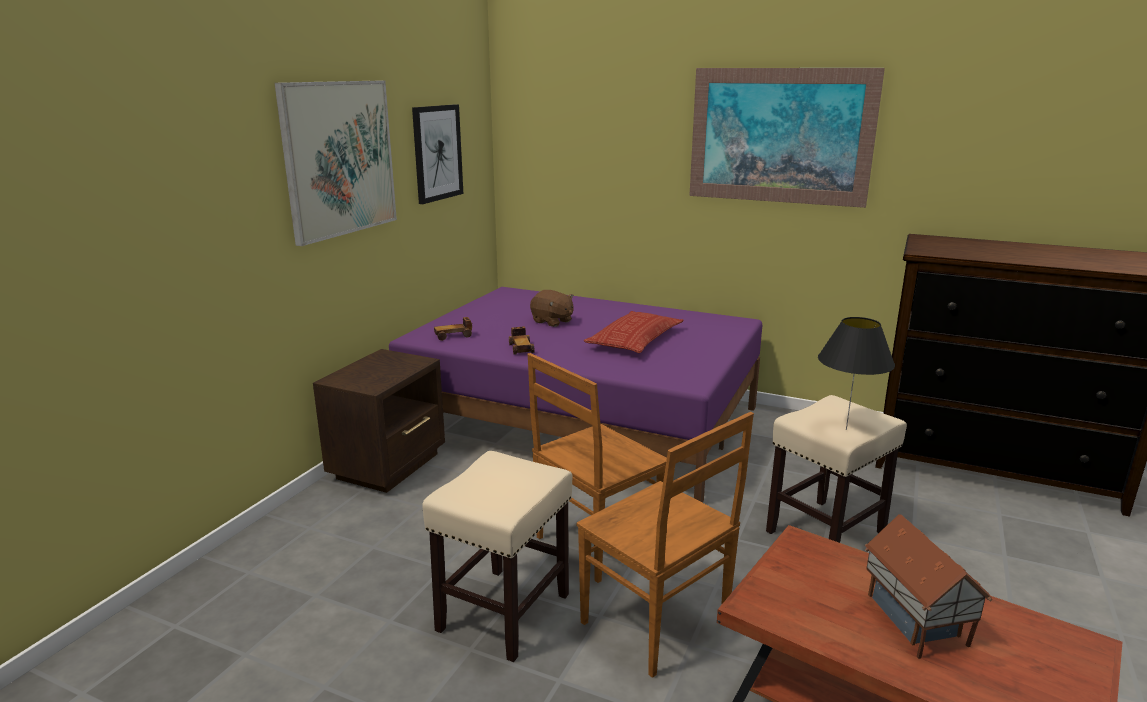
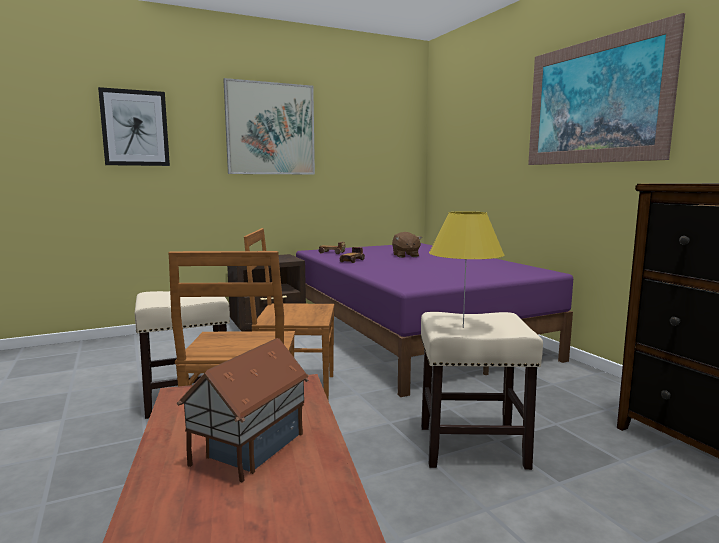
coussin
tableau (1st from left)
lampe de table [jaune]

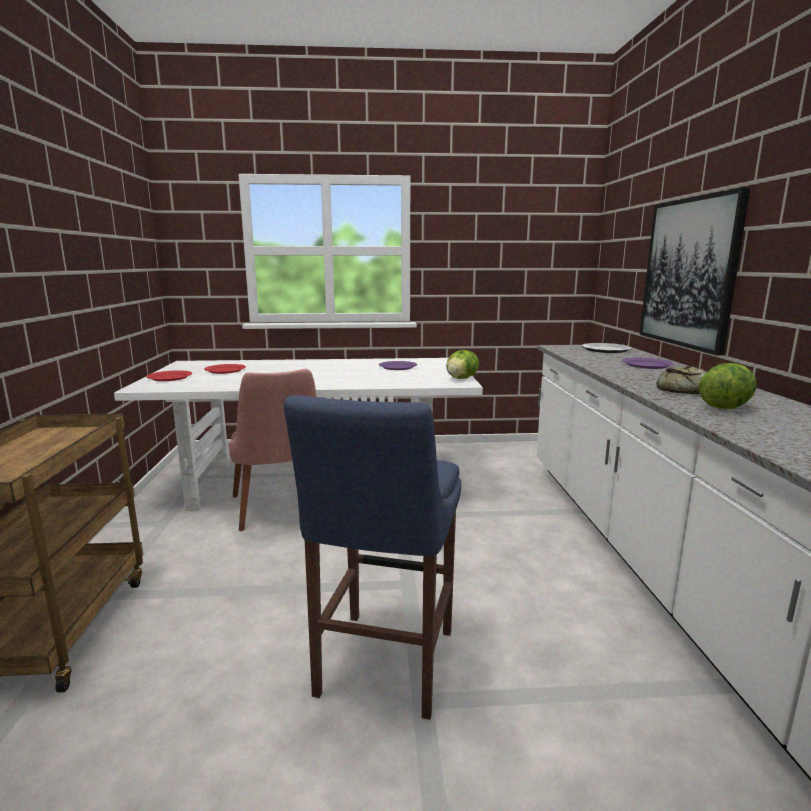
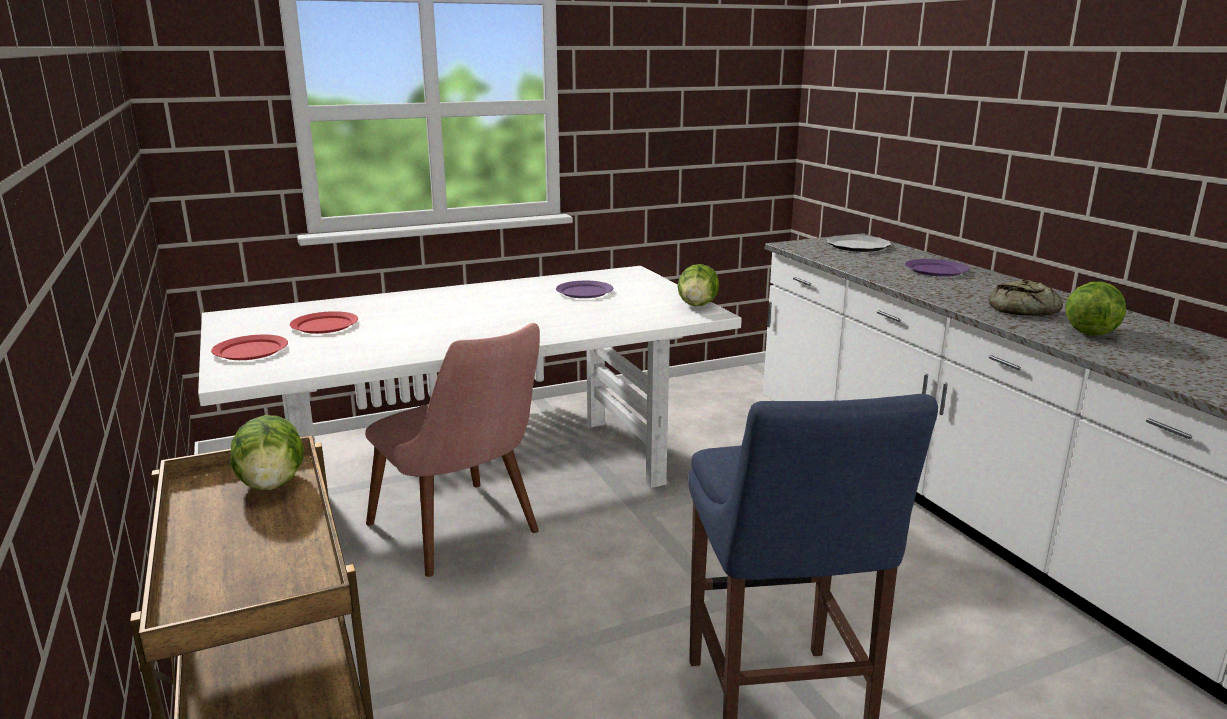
tableau
laitue (1st from left)

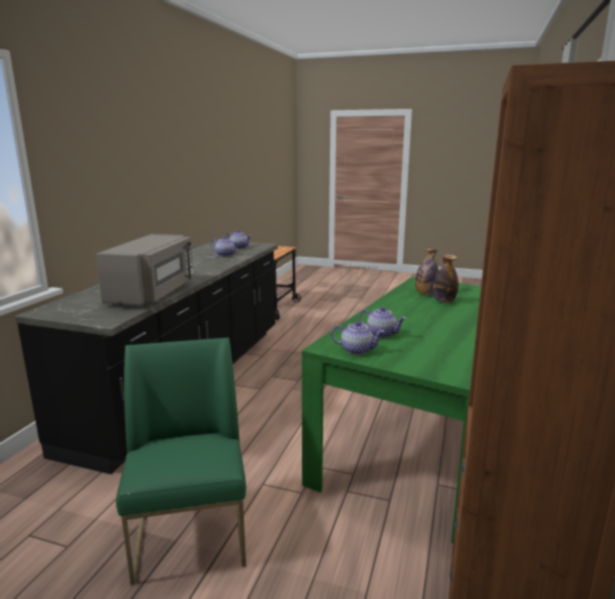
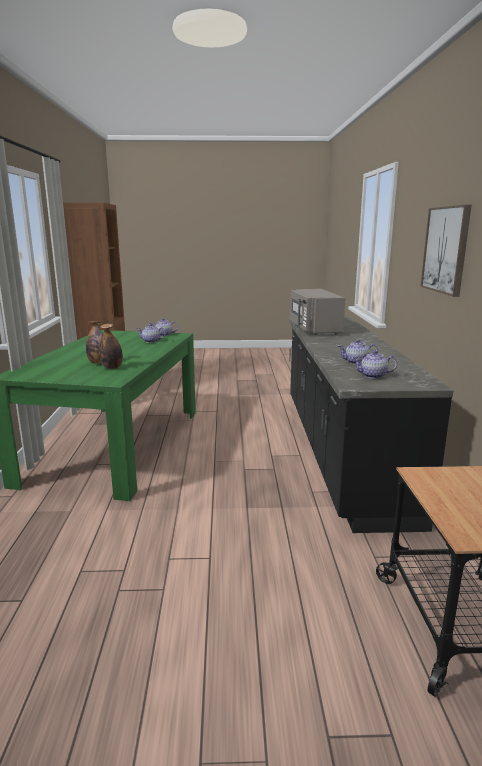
chaise [vert]
tableau

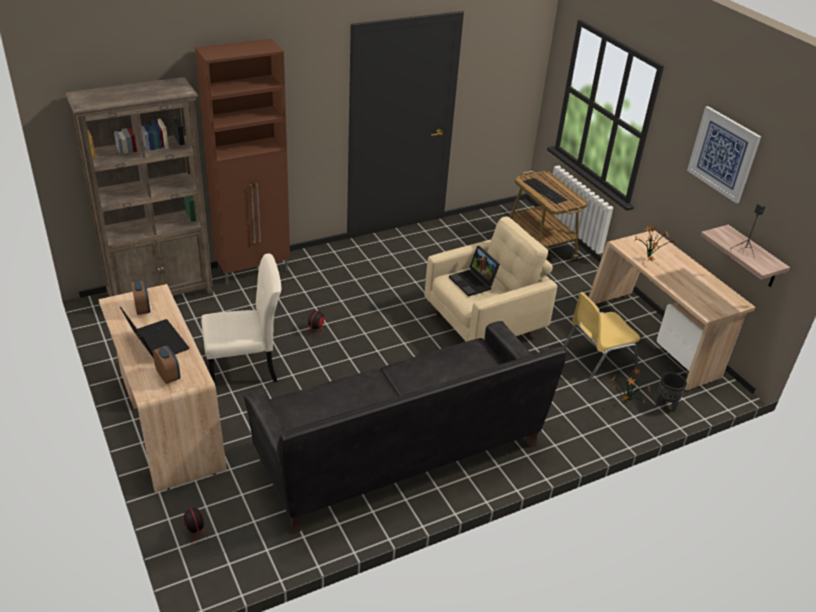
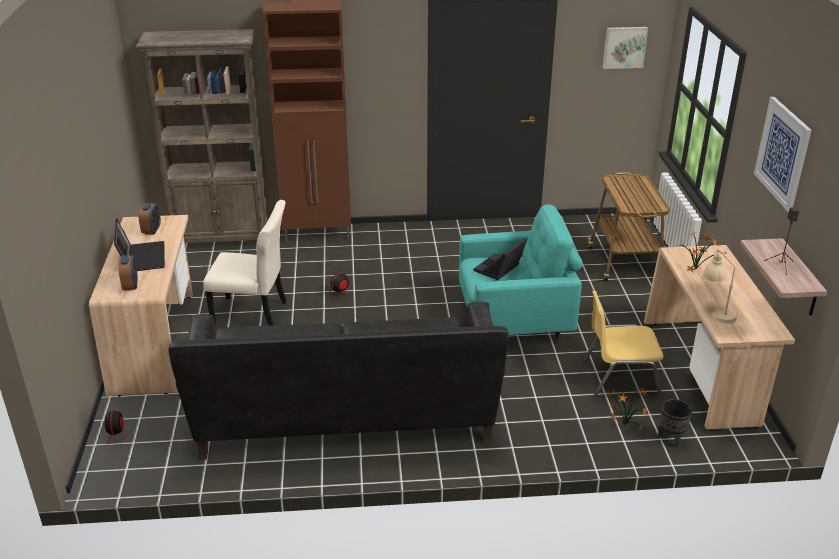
clavier
tableau (1st from left)
lampe de table [beige]
fauteuil [turquoise]
ordinateur portable (2nd from left)

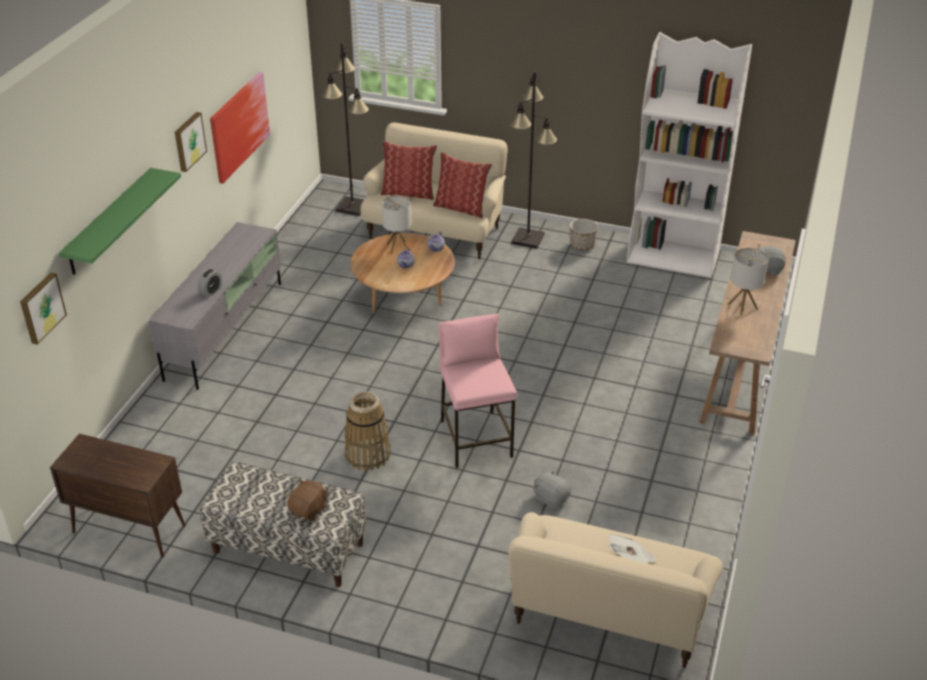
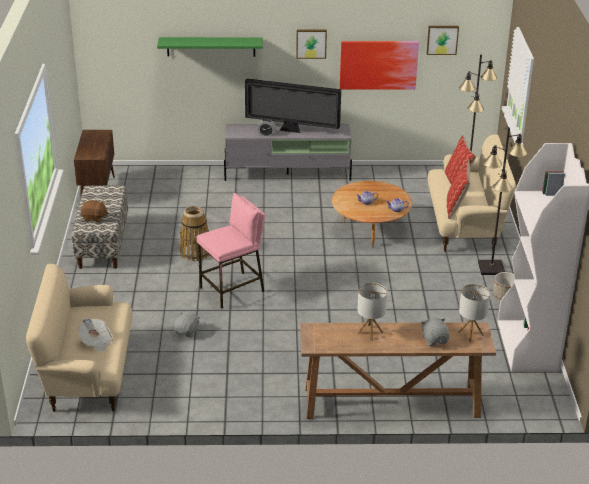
téléviseur
tableau (3rd from left)
lampe de table (2nd from left)

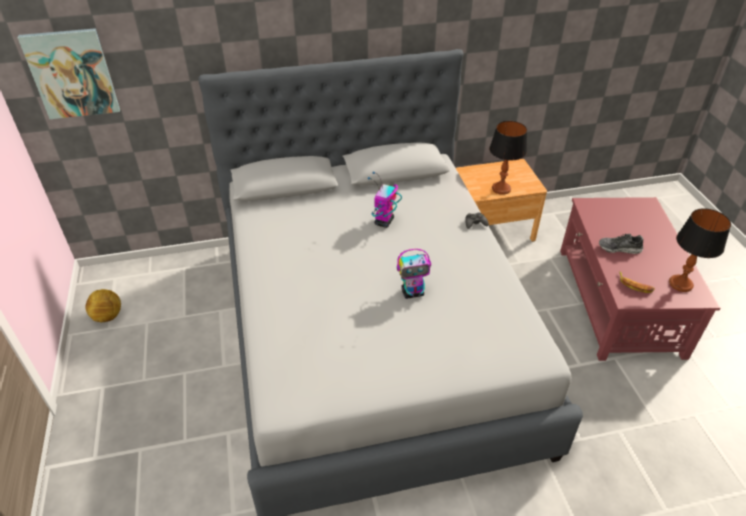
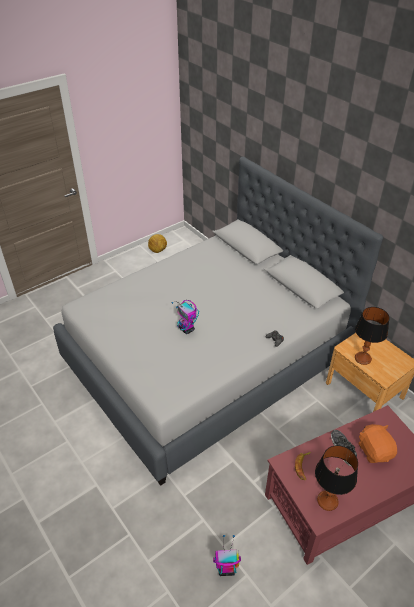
tableau
peluche [orange]
robot jouet (2nd from left)

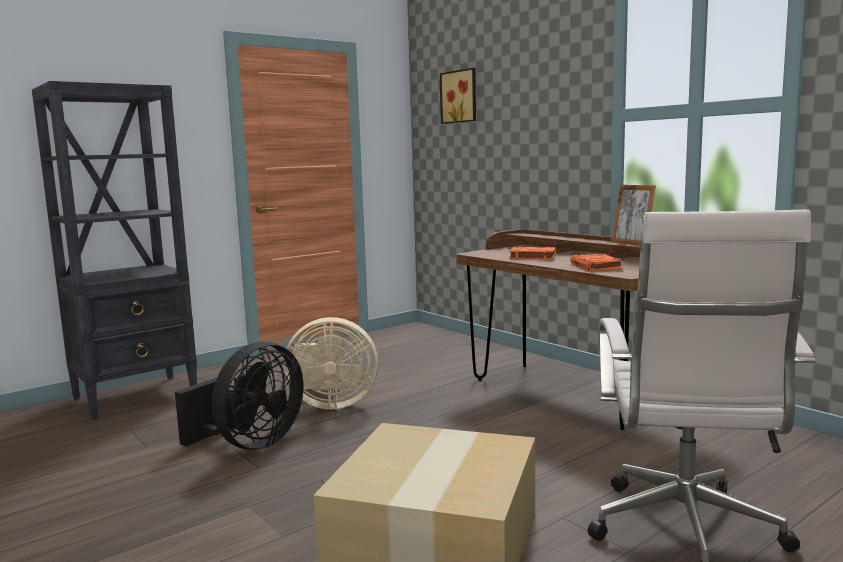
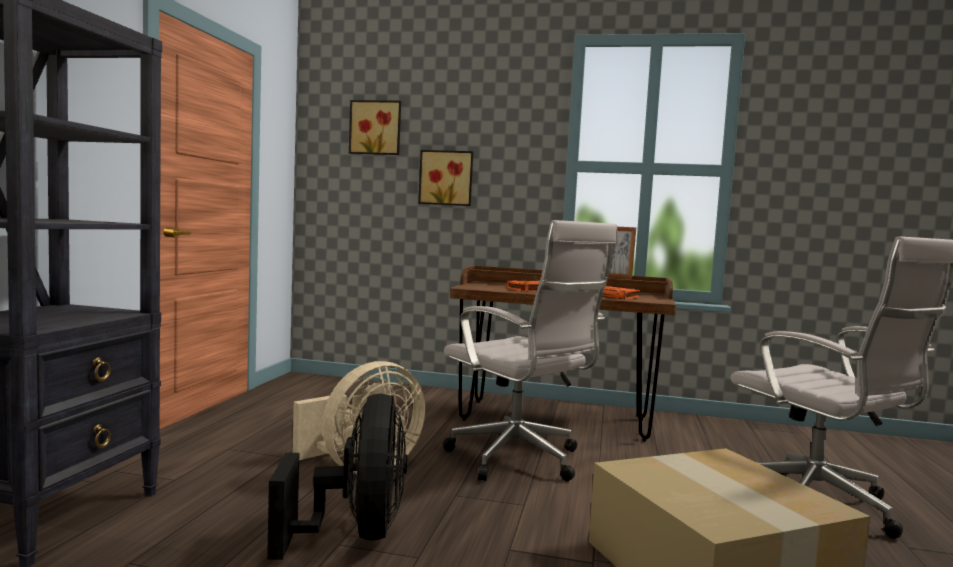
tableau (2nd from left)
chaise de bureau [blanc] (1st from left)

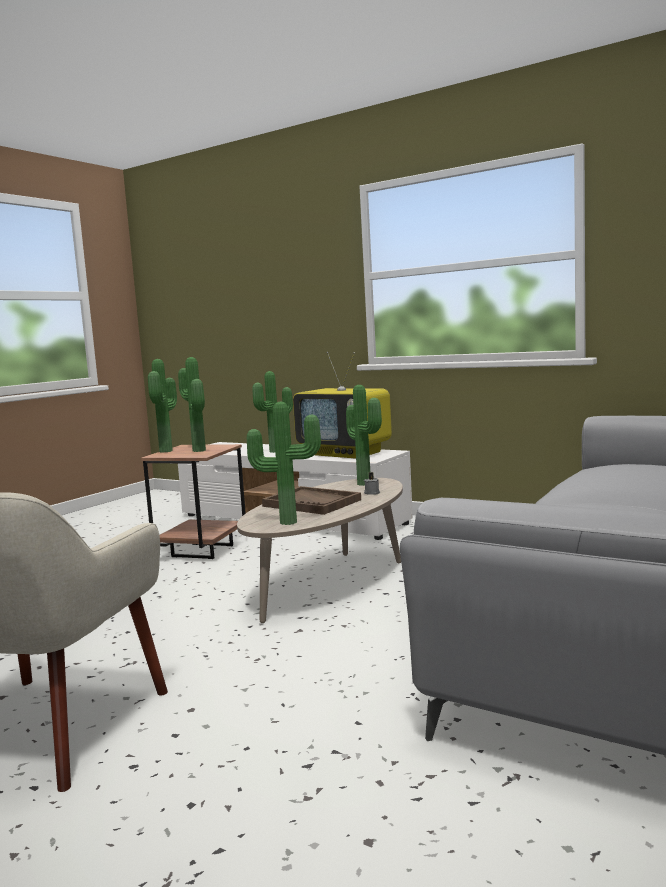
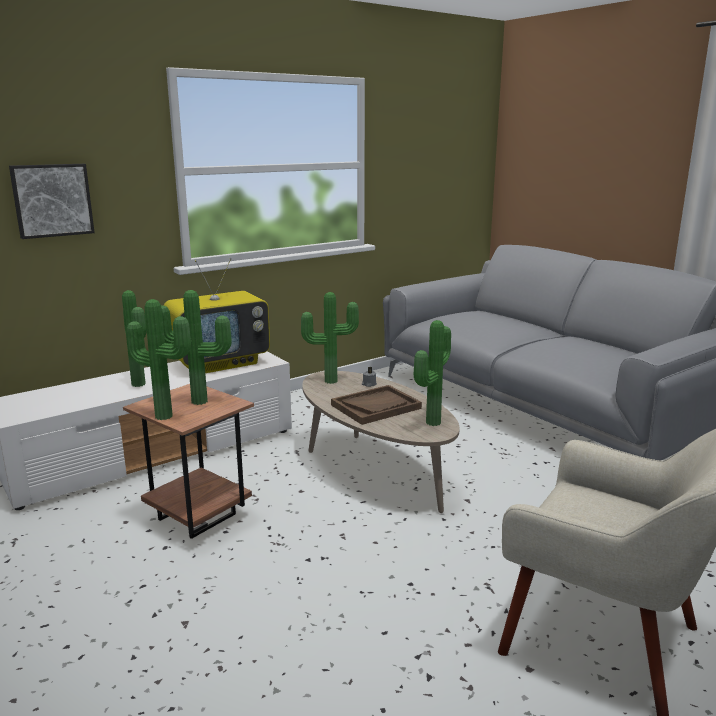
tableau

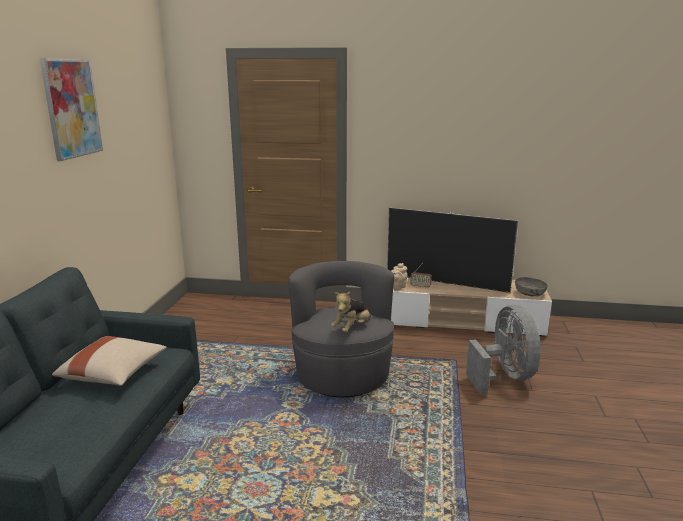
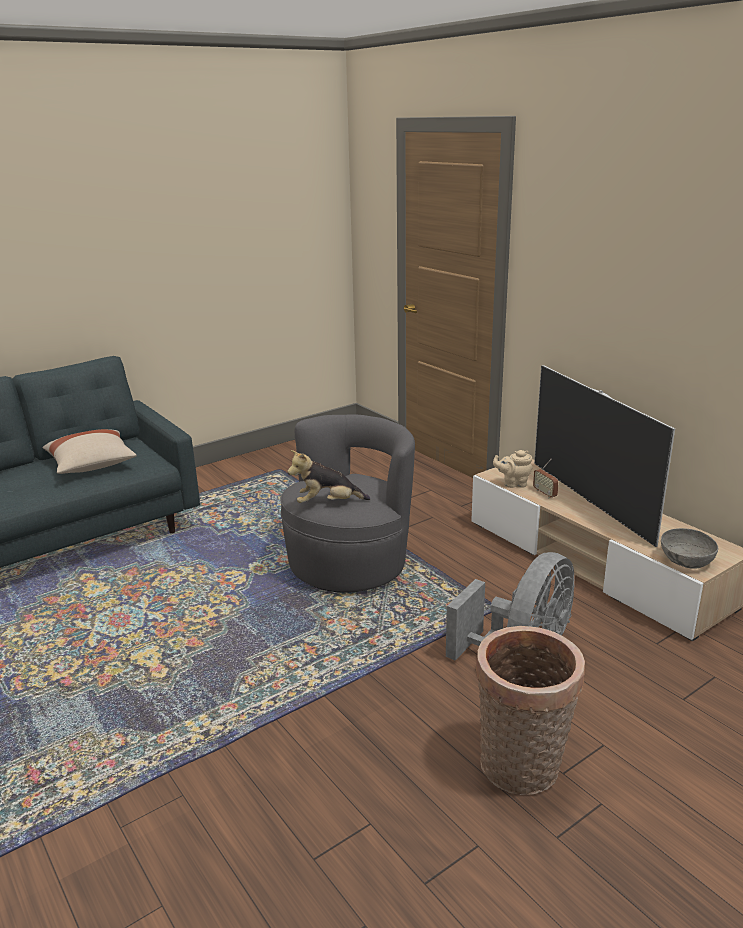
tableau
panier

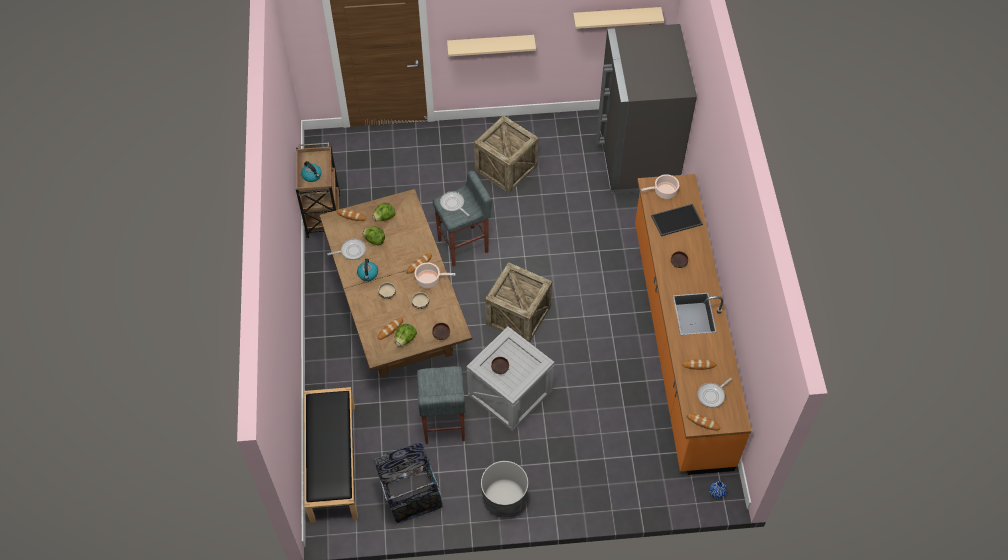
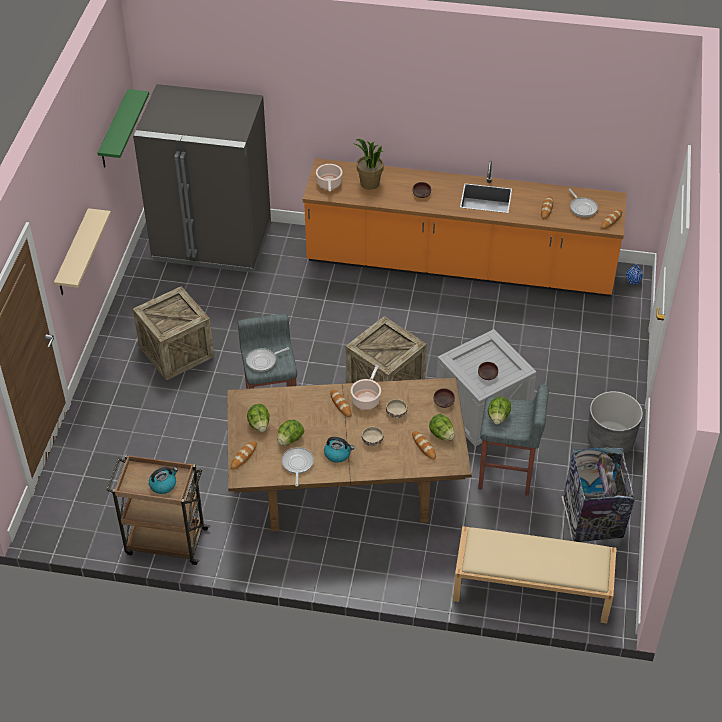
laitue (4th from left)
plante en pot
banc [beige]
étagère [vert]

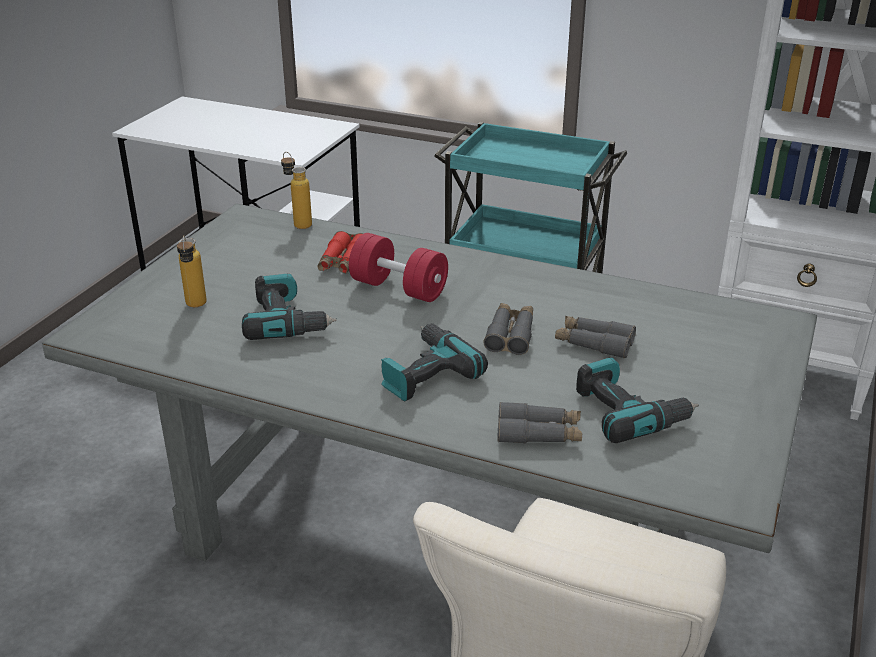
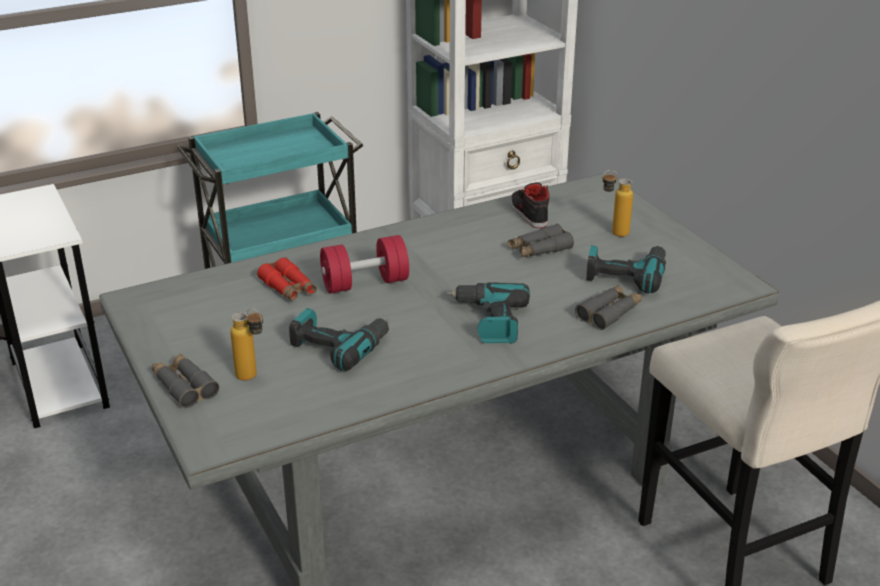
chaussure [noir]
bouteille (2nd from left)
jumelles [gris] (1st from left)

